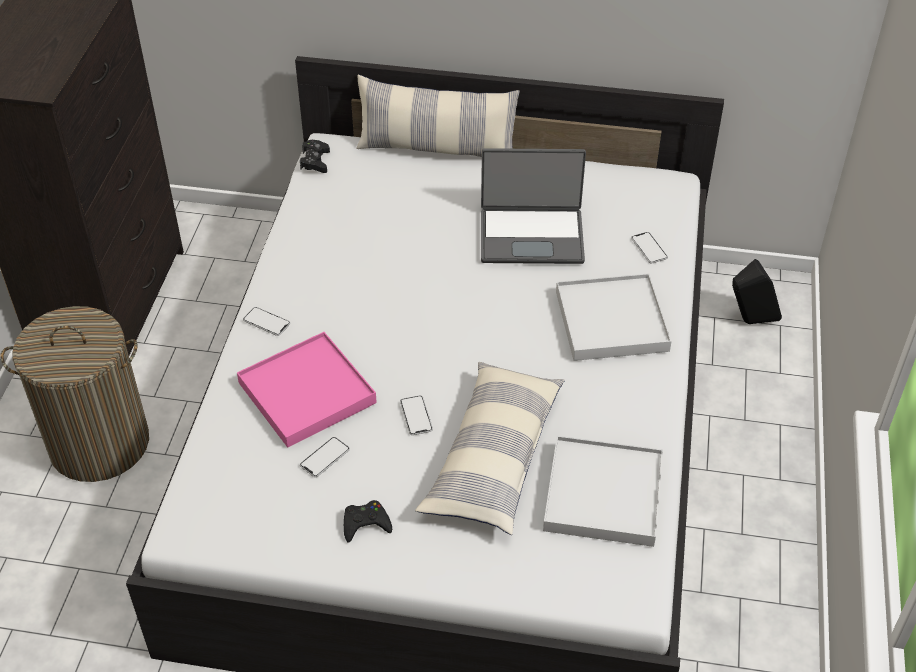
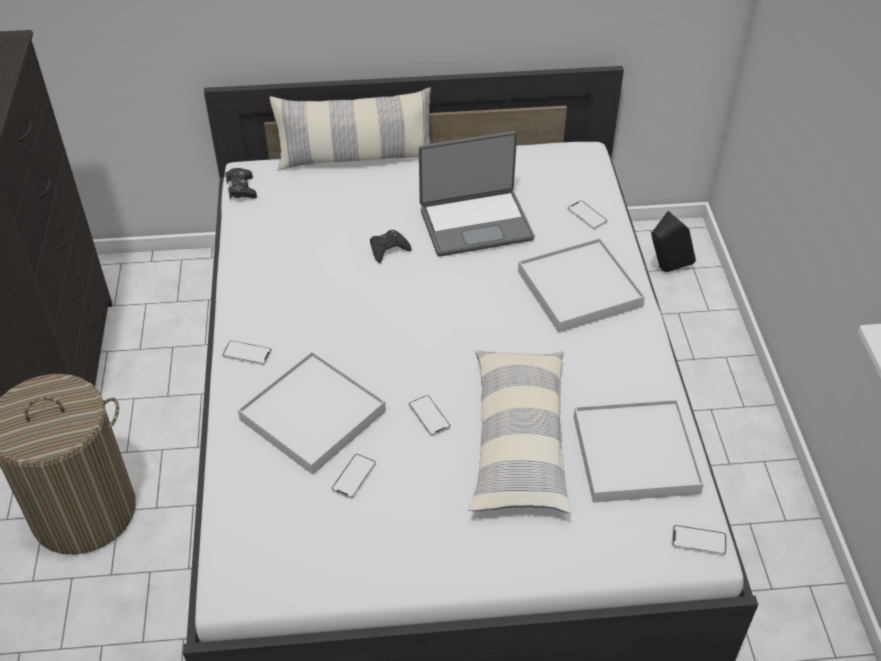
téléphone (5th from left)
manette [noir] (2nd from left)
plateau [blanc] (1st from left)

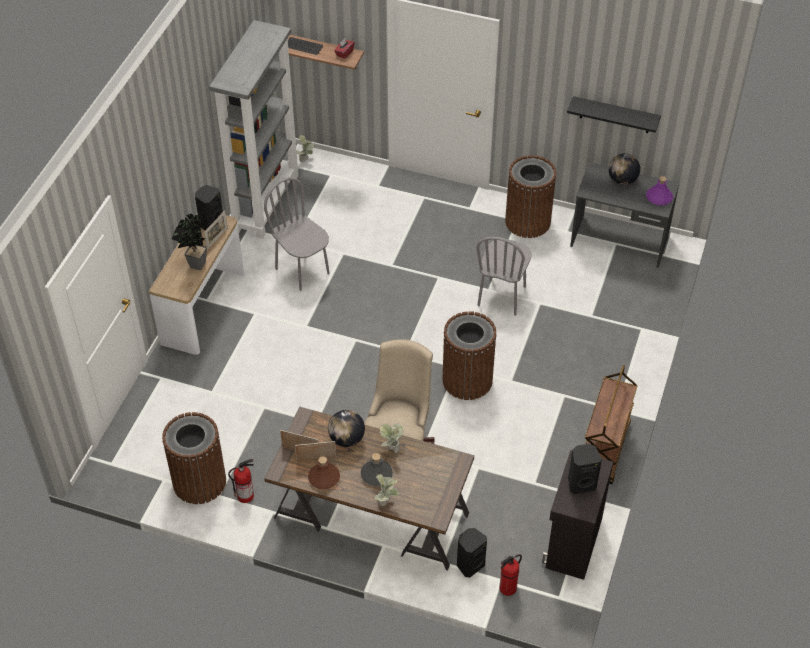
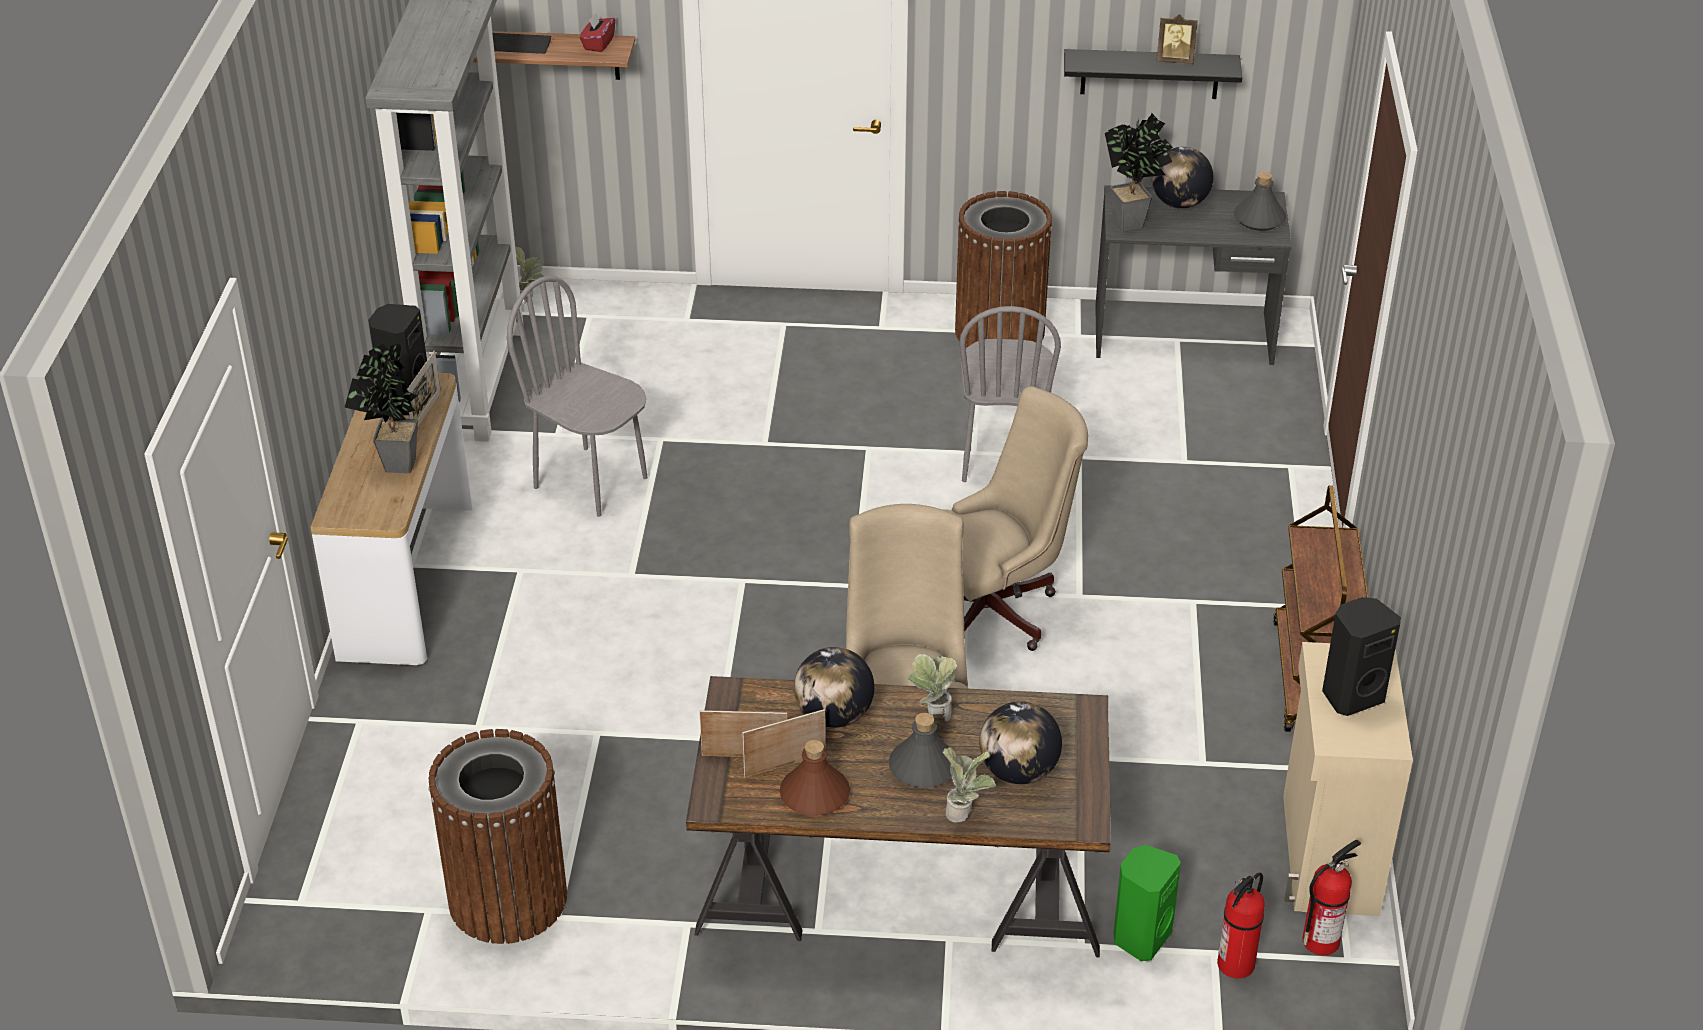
globe (2nd from left)
plante en pot (5th from left)
cadre photo (4th from left)
extincteur (2nd from left)
chaise de bureau [beige] (2nd from left)
enceinte [vert]
meuble de rangement [beige]
bouteille [gris] (2nd from left)

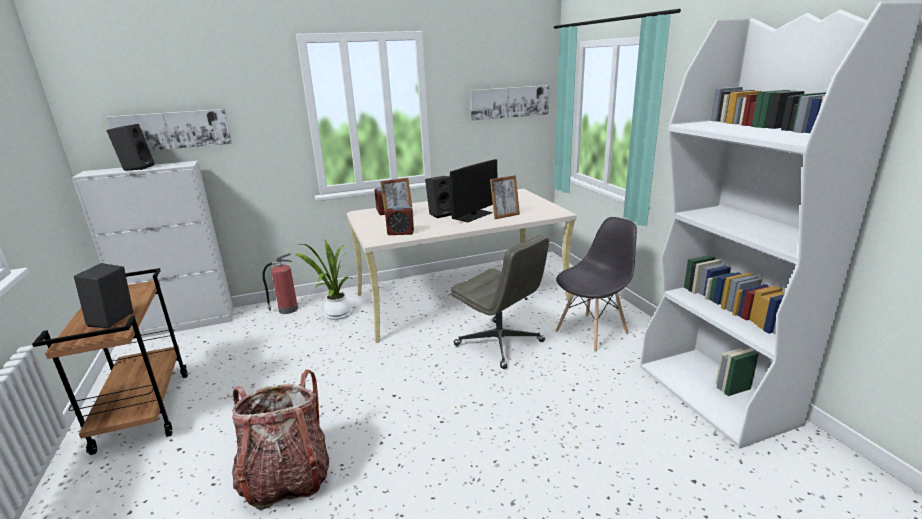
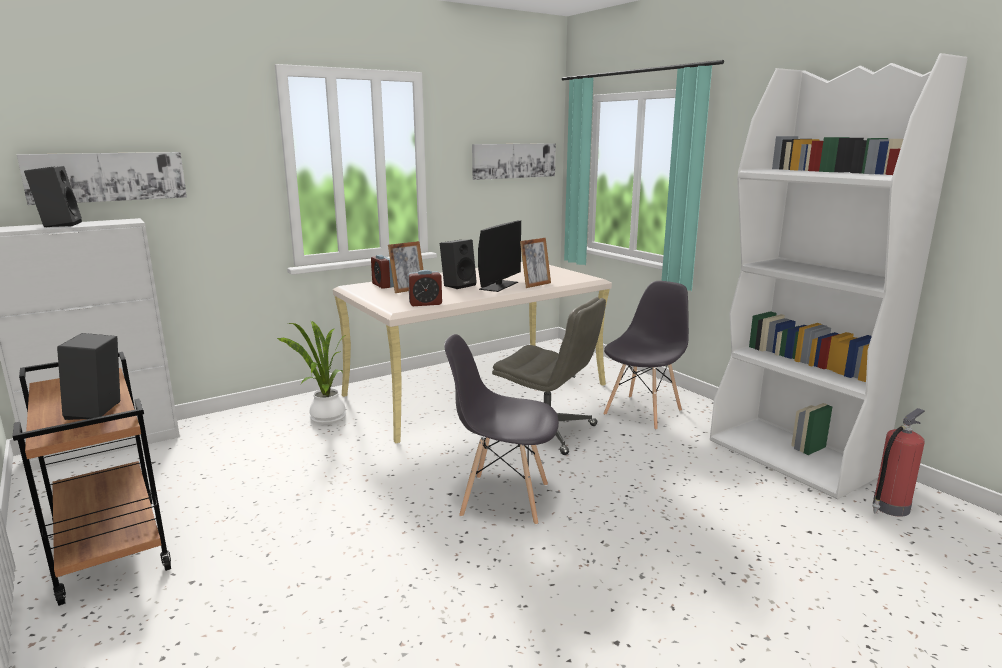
sac à dos
chaise [gris] (1st from left)
extincteur

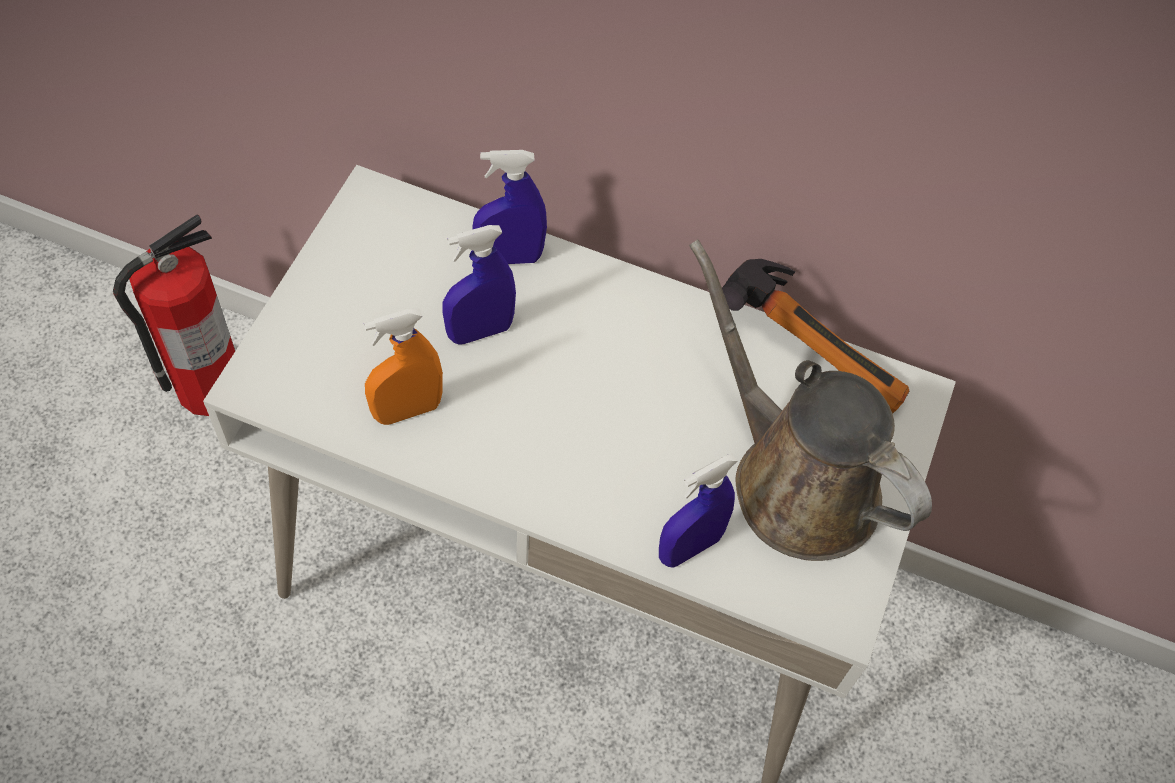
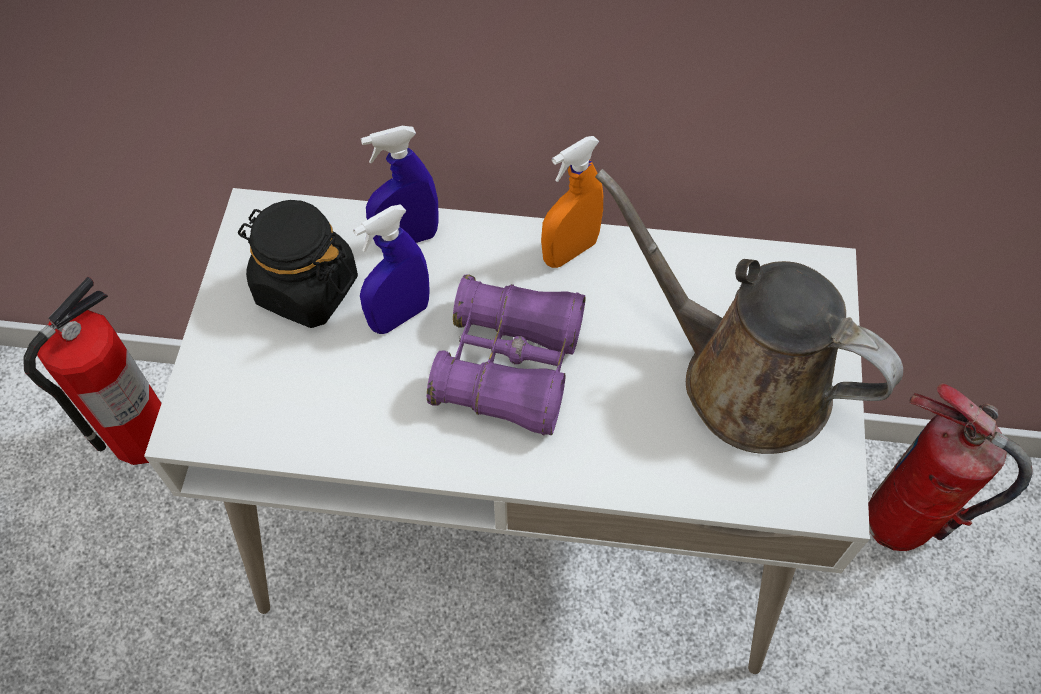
vaporisateur [bleu] (3rd from left in the first image)
marteau
bocal [noir]
jumelles [violet]
extincteur (2nd from left)
vaporisateur [orange]

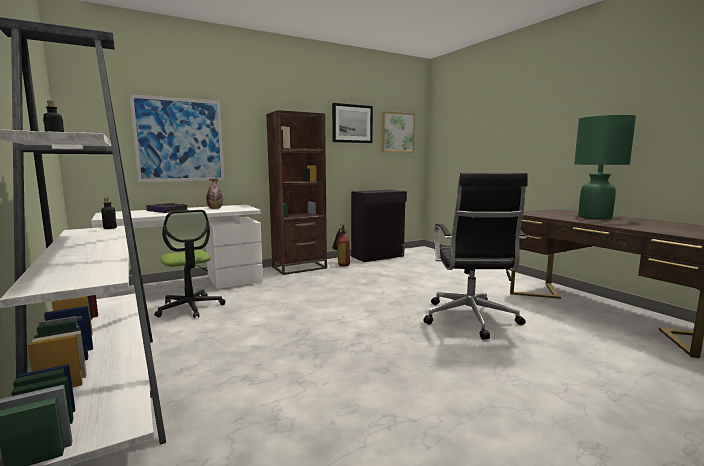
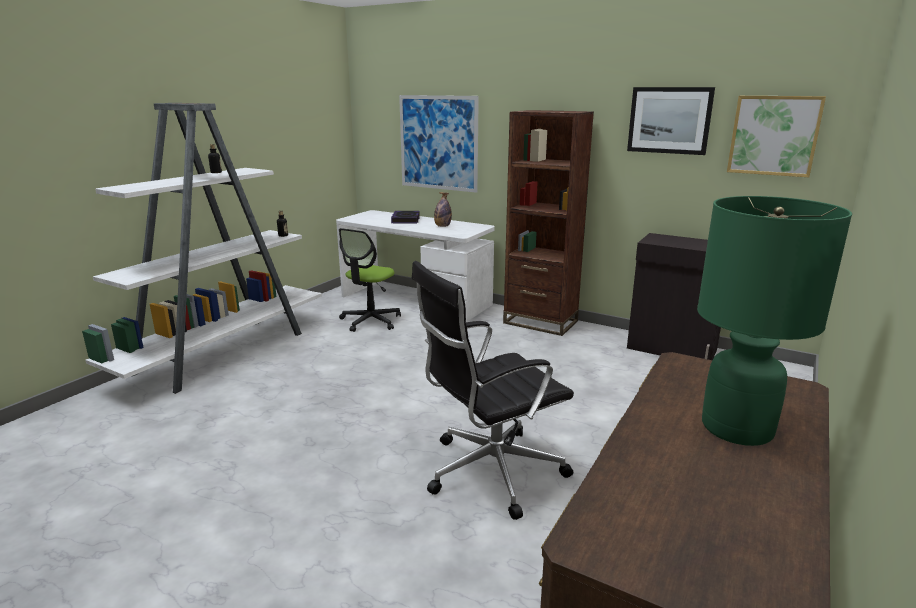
extincteur

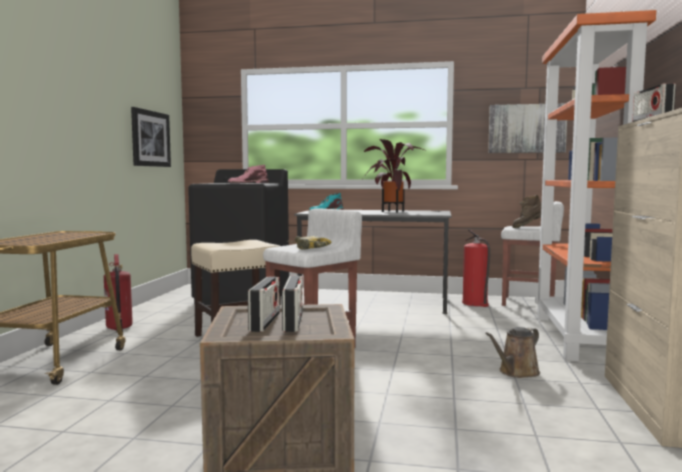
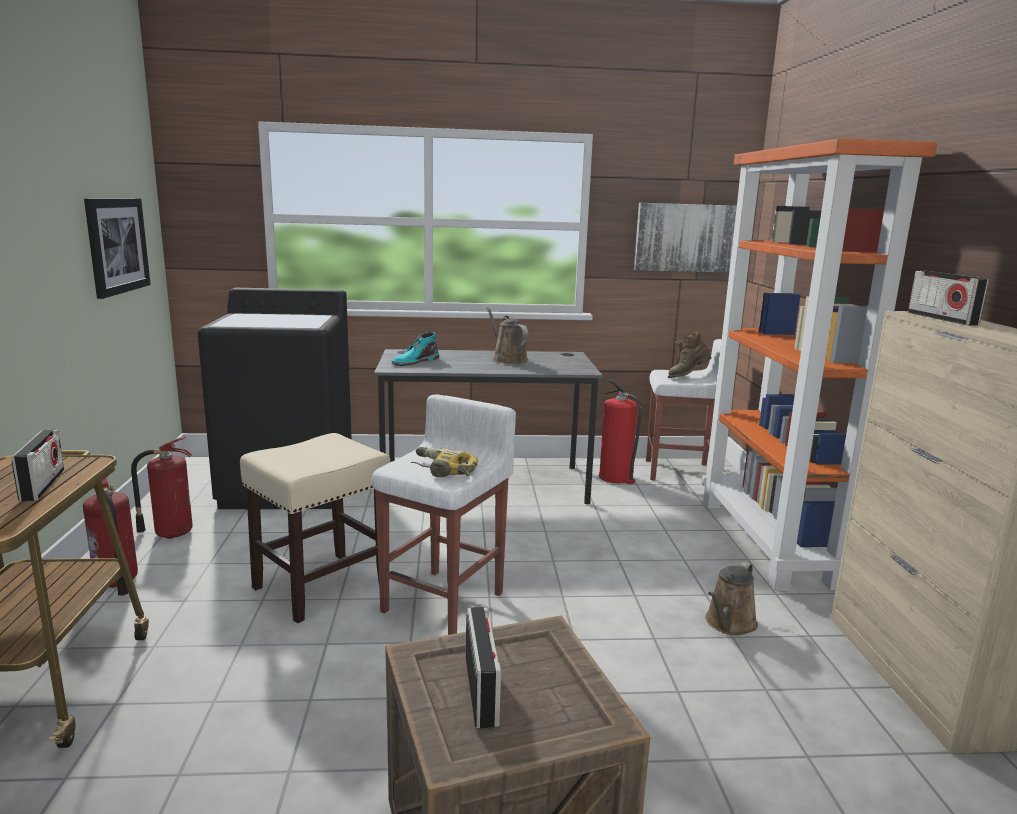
botte [rose]
extincteur (2nd from left)
radio (1st from left)
arrosoir [marron] (1st from left)

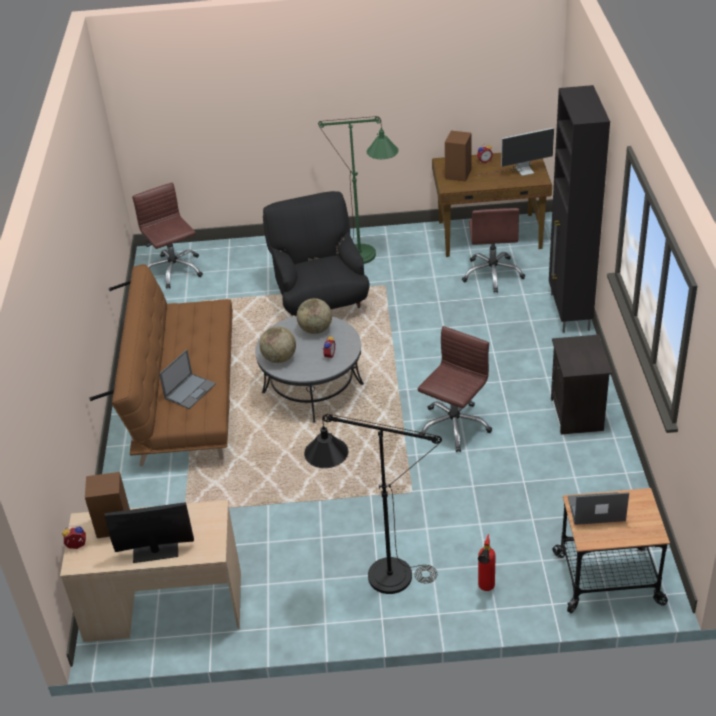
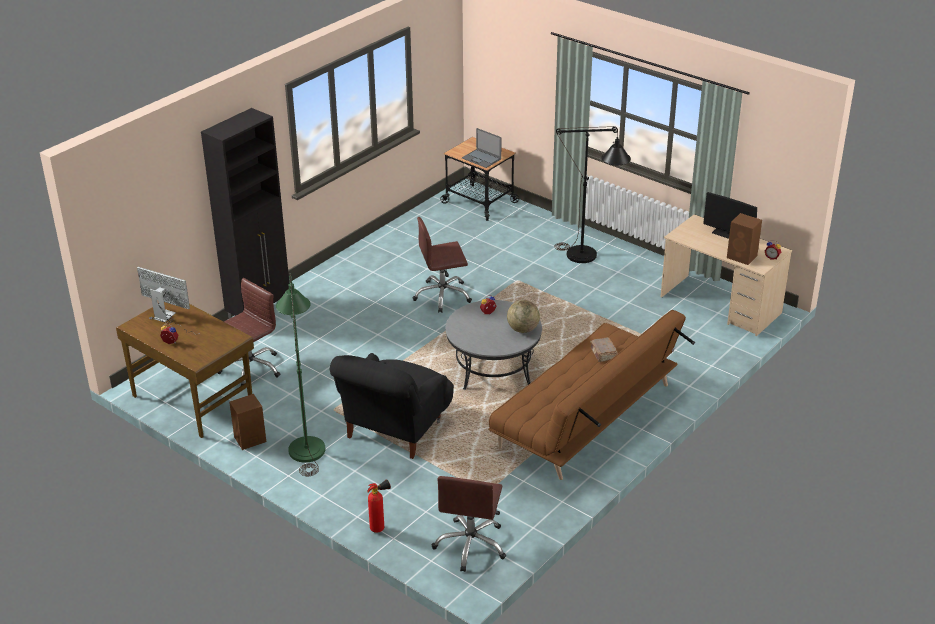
globe (2nd from left in the first image)
table de chevet [noir]
enceinte [marron] (1st from left)
extincteur
livre [marron]

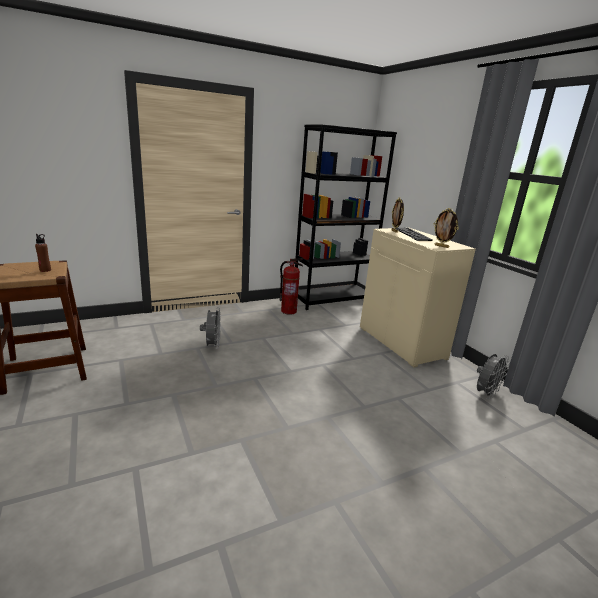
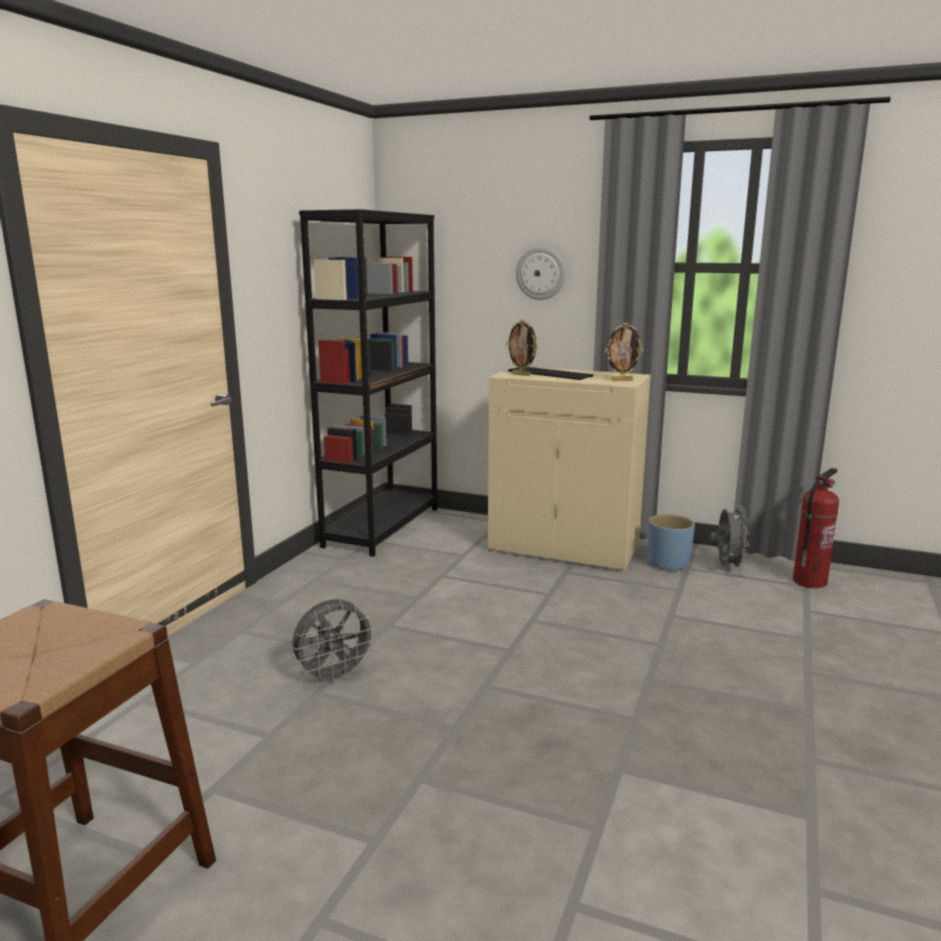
bouteille [marron]
horloge murale
cache-pot [bleu]
extincteur
ventilateur [gris] (1st from left)

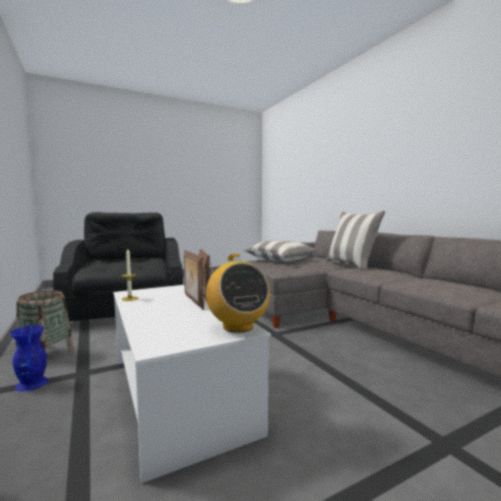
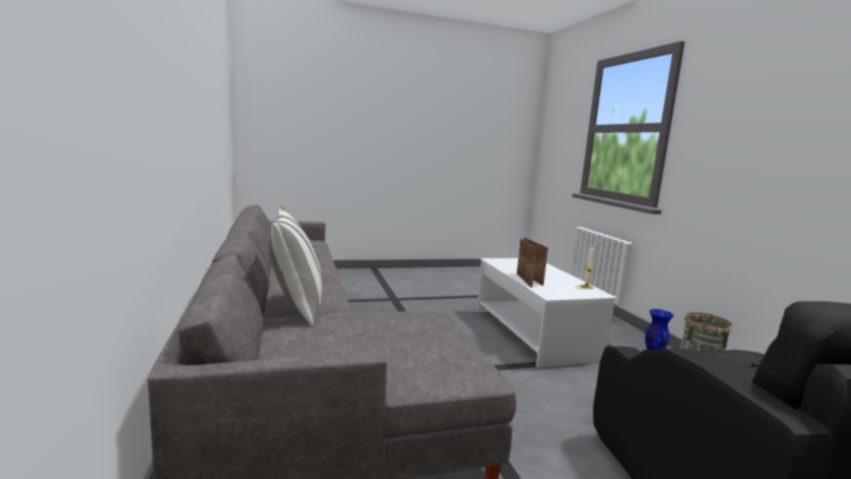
radio
coussin (1st from left in the first image)

